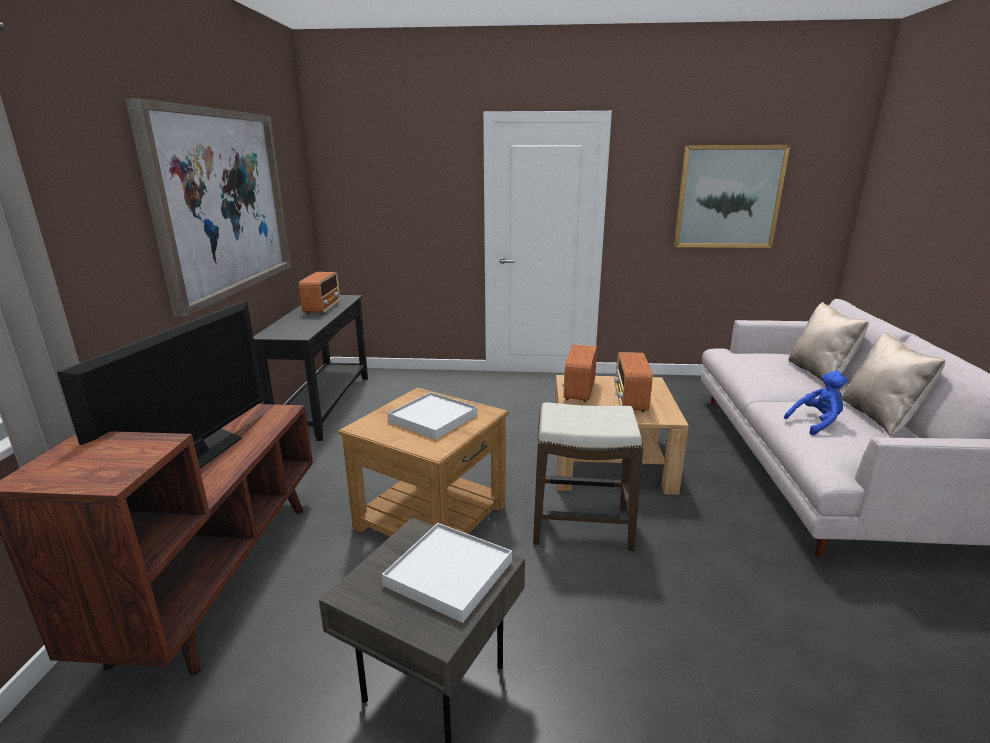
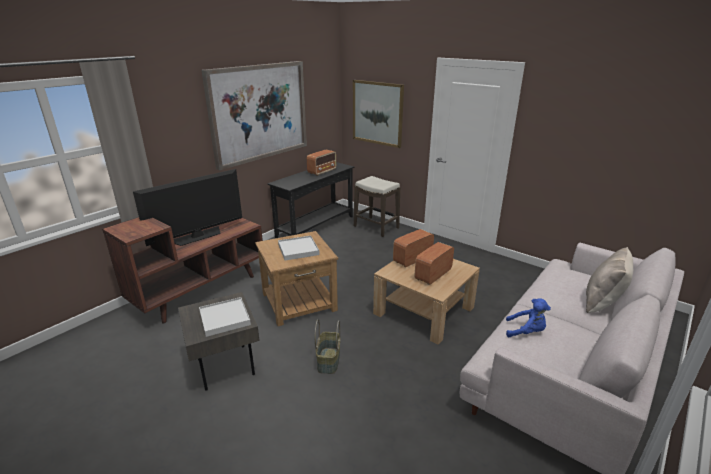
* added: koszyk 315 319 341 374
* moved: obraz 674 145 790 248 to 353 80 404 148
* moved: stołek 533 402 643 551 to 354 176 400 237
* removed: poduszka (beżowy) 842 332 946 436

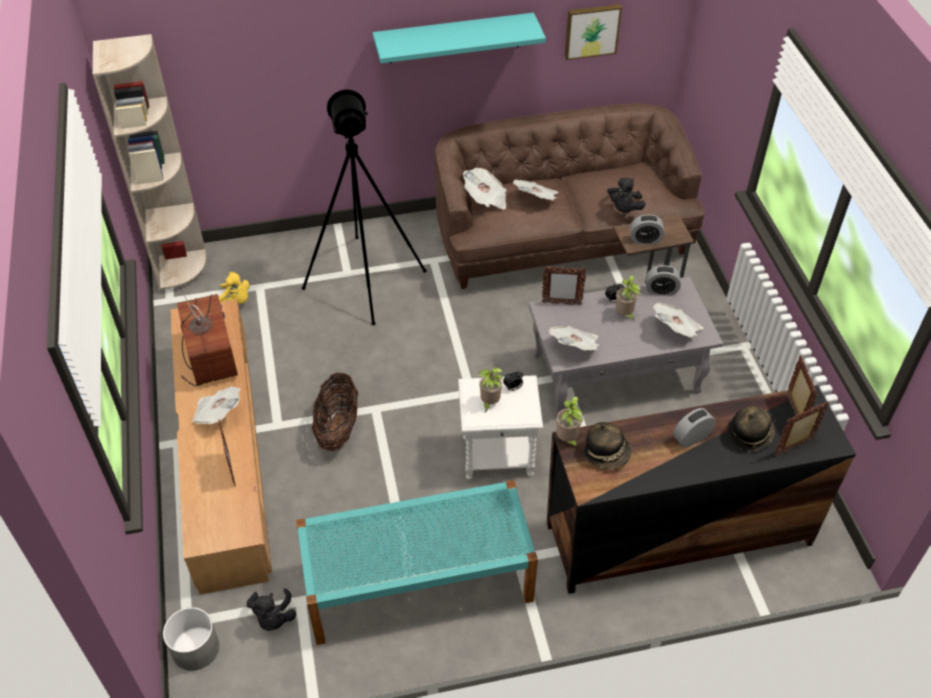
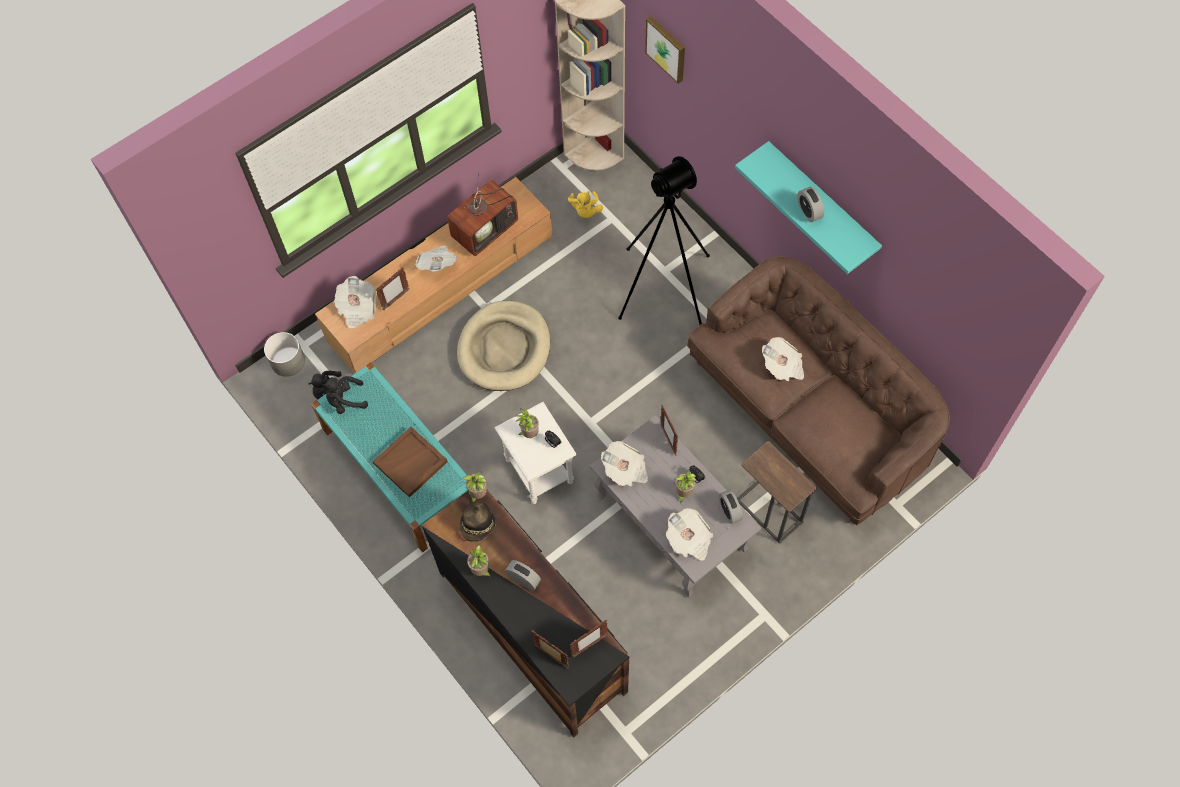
* moved: pluszak (czarny) 607 178 645 212 to 322 376 368 414
* moved: gazeta 463 168 507 209 to 334 276 376 329
* added: taca (brązowy) 373 427 448 498
* replaced: koszyk 312 372 358 451 to legowisko (beżowy) 457 301 550 391
* added: roślina doniczkowa 467 545 491 578
* moved: obraz 565 4 622 60 to 645 16 685 84
* moved: budzik 630 214 664 245 to 797 187 824 222
* removed: kapelusz 728 406 775 451

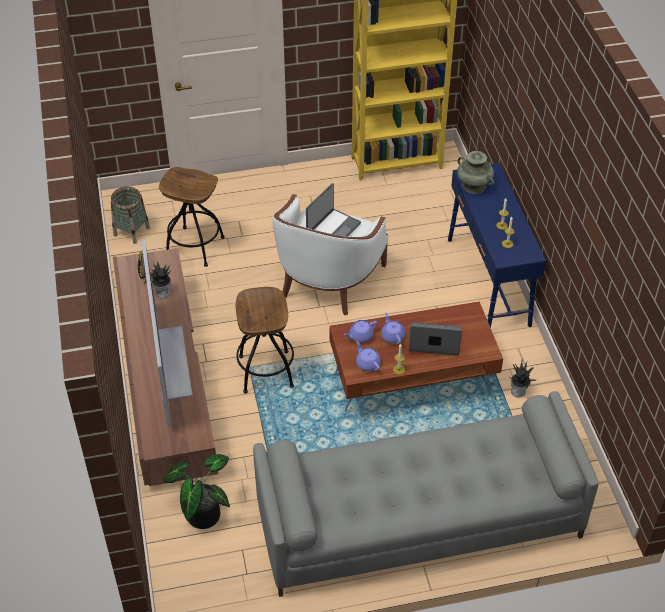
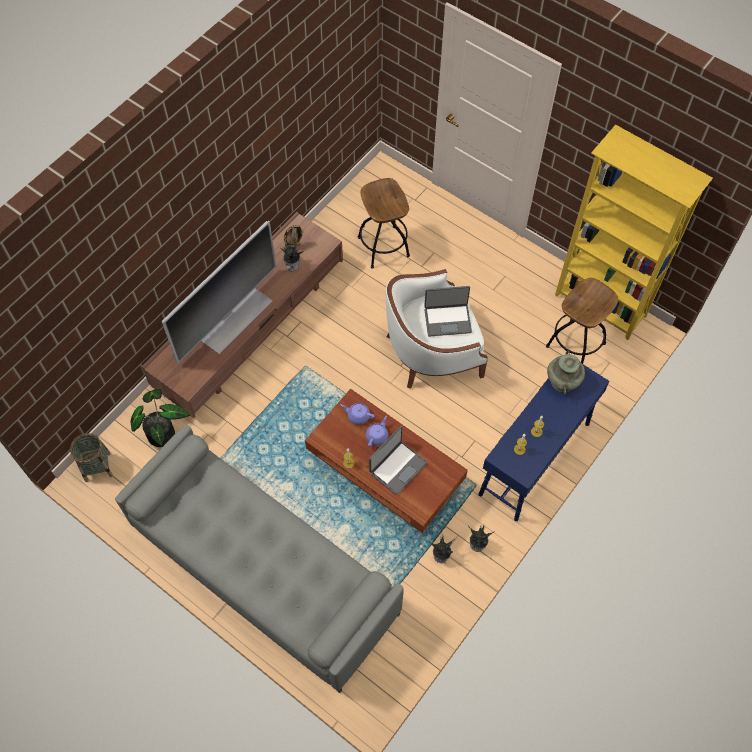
* moved: koszyk 111 187 150 244 to 70 433 113 482
* turned: laptop 409 322 462 356 = 369 426 427 495 75 degrees clockwise
* added: roślina doniczkowa 469 525 495 552
* moved: stołek (brązowy) 236 287 294 394 to 546 278 618 364
* removed: imbryk (fioletowy) 356 341 381 371

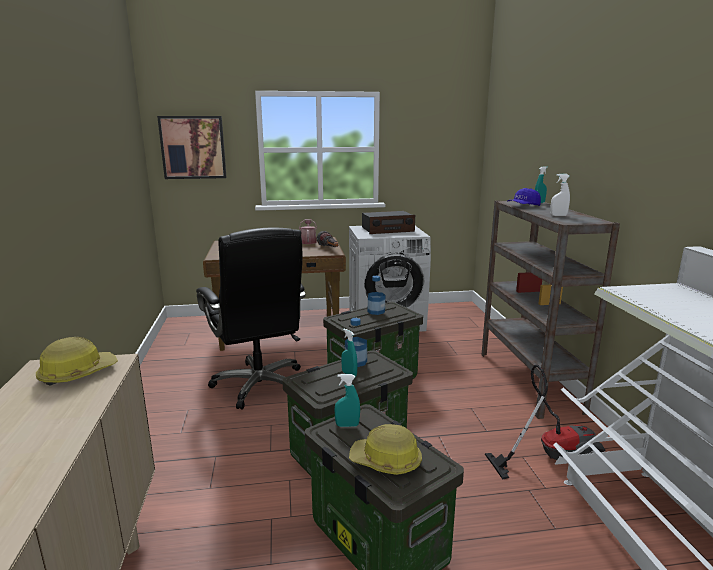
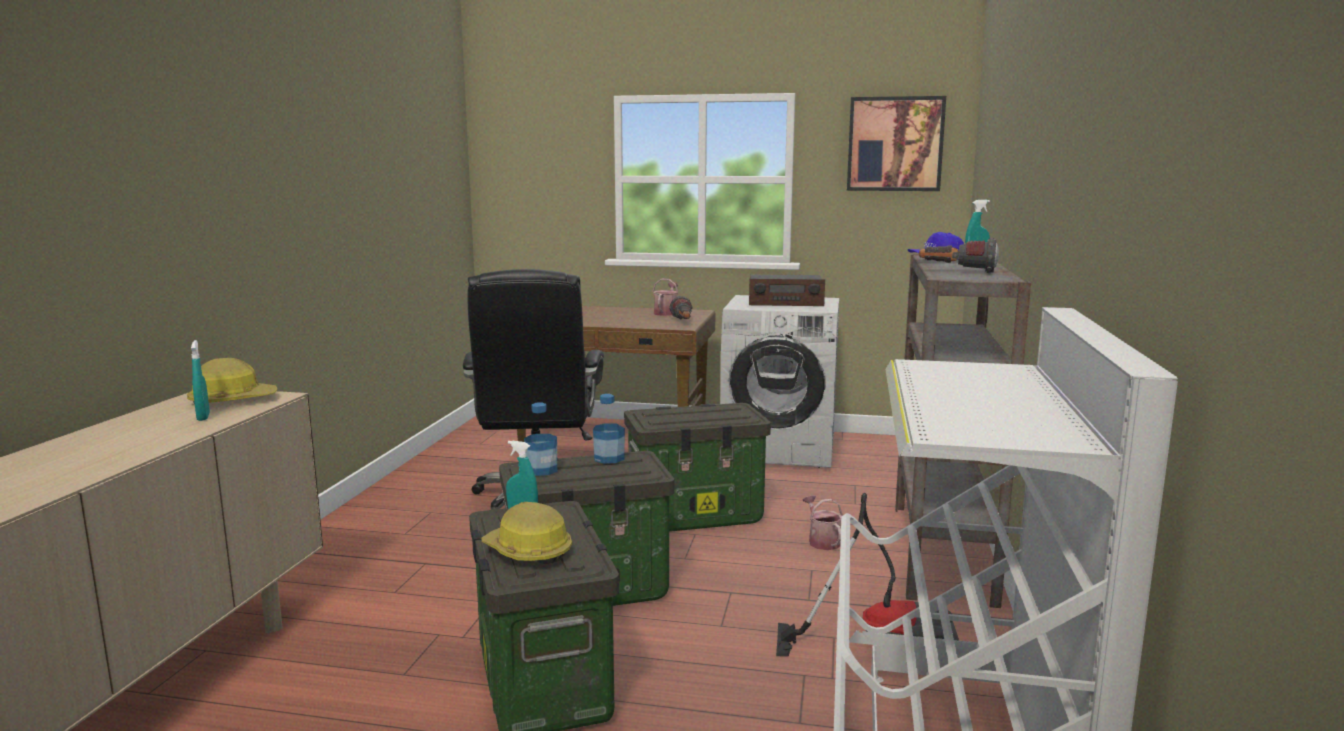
* moved: spryskiwacz (turkusowy) 341 328 358 377 to 191 340 210 421
* moved: butelka 367 276 386 315 to 524 403 557 476
* added: konewka 803 495 843 550
* moved: obraz 157 116 227 179 to 847 96 946 191
* replaced: spryskiwacz (biały) 550 174 570 216 to latarka 919 238 999 273

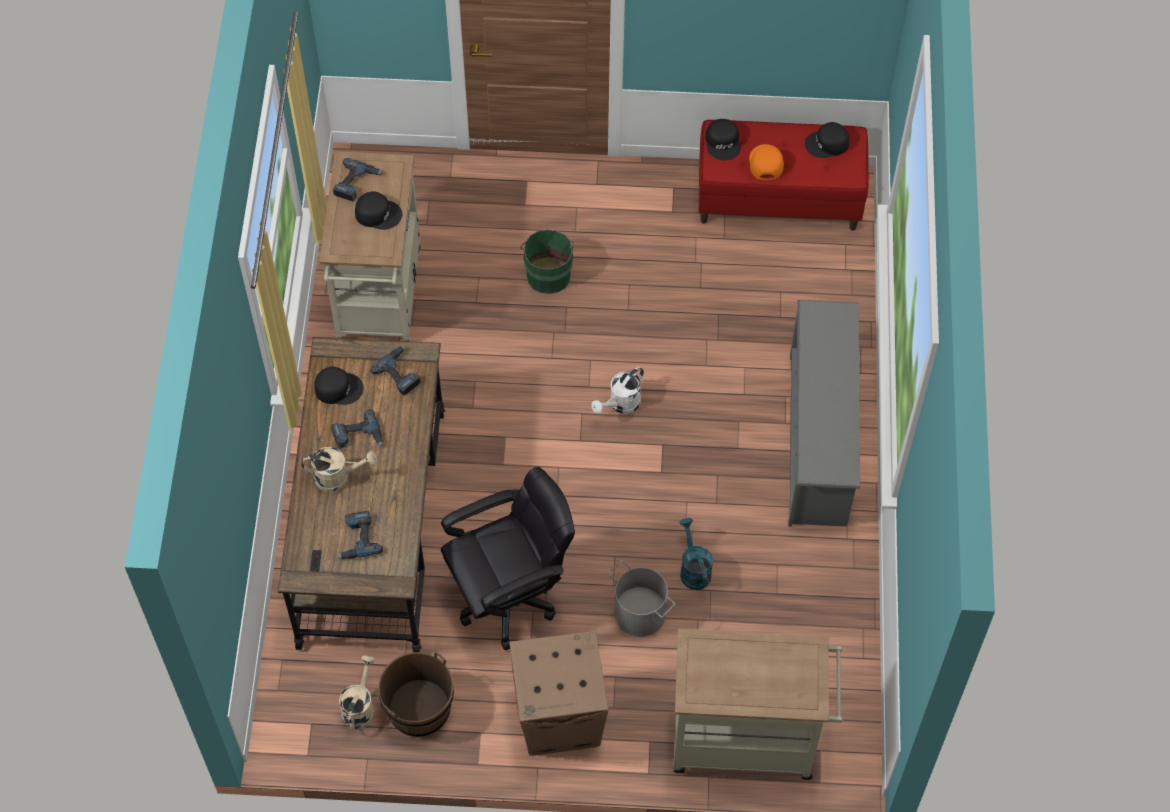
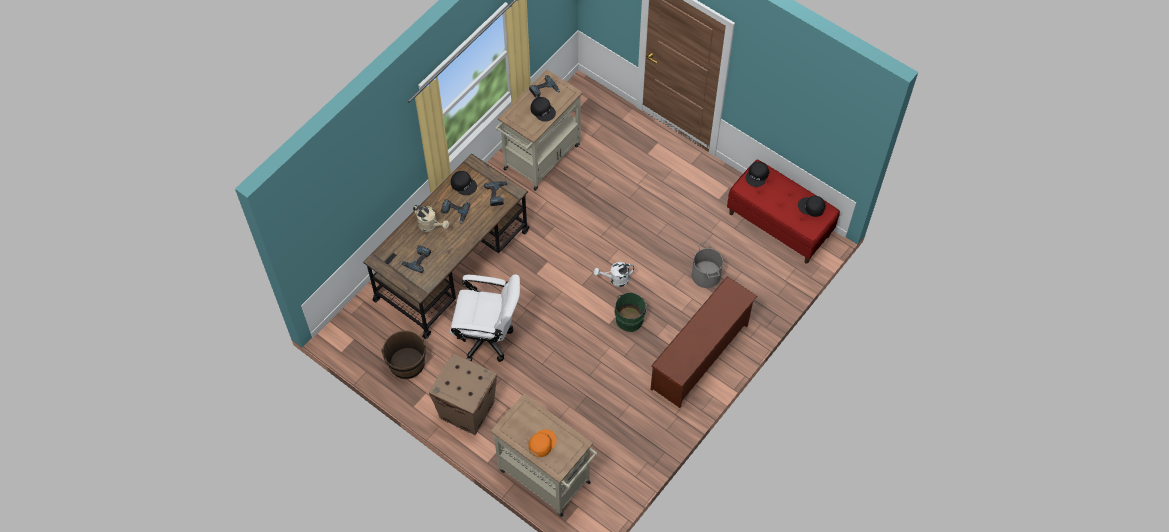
* recoloured: krzesło biurowe (czarny) 441 466 575 650 to krzesło biurowe (biały) 450 275 520 362
* moved: czapka z daszkiem (pomarańczowy) 749 144 784 180 to 528 429 557 457
* moved: wiadro (zielony) 521 230 575 294 to 615 293 649 332
* recoloured: regał na buty (szary) 788 300 860 527 to regał na buty (brązowy) 651 276 757 408
* moved: wiadro (szary) 608 560 675 637 to 692 241 723 288
* removed: konewka (beżowy) 339 655 375 730
* removed: konewka (turkusowy) 679 518 713 590

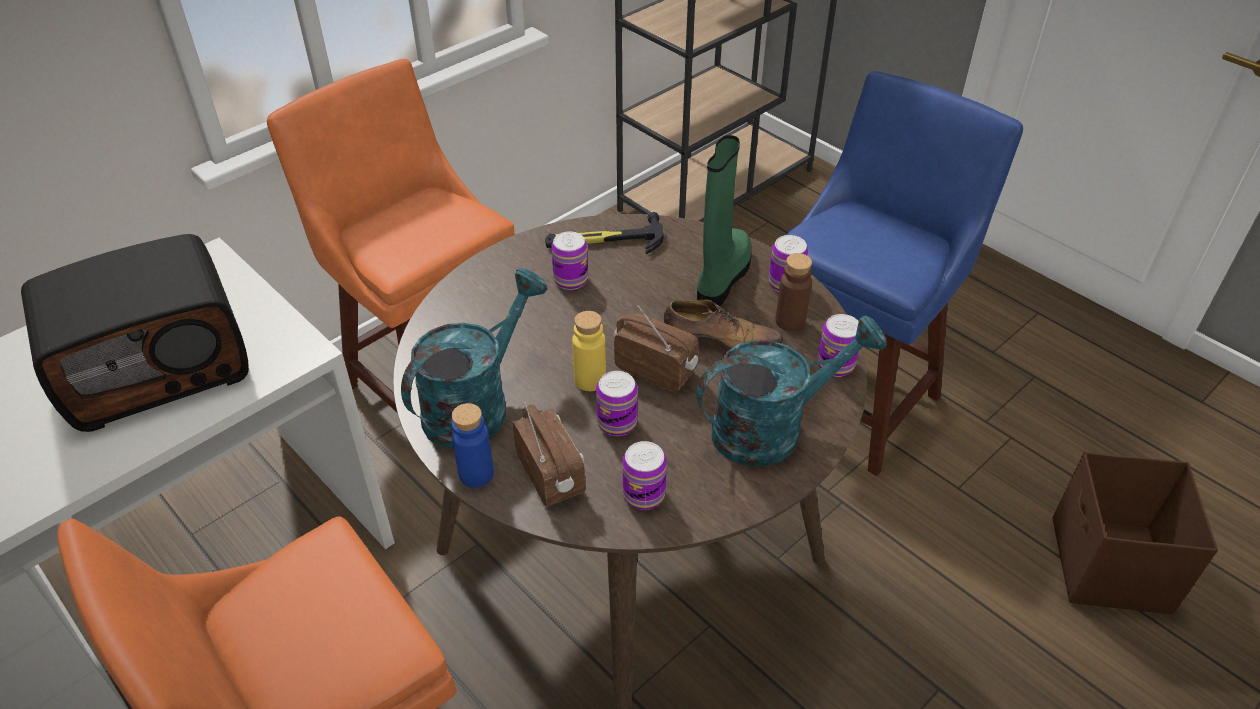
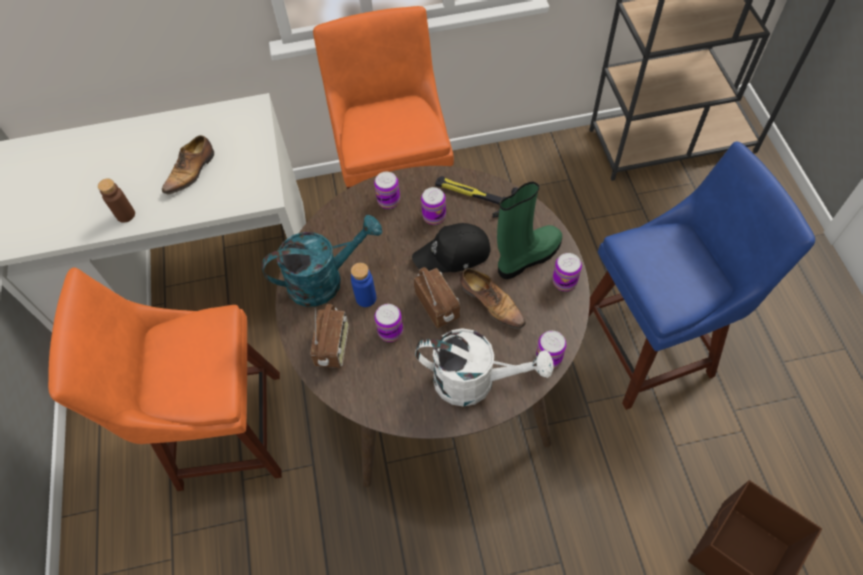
* moved: butelka (brązowy) 775 253 812 331 to 98 178 135 223
* replaced: radio 21 234 249 432 to but 162 135 214 194
* moved: butelka (niebieski) 451 403 494 488 to 351 263 376 307
* moved: puszka 622 441 667 510 to 374 172 400 209
* added: czapka z daszkiem (czarny) 412 223 491 273
* recoloured: konewka (turkusowy) 696 315 887 466 to konewka (biały) 415 328 554 407
* removed: butelka (żółty) 572 311 606 391

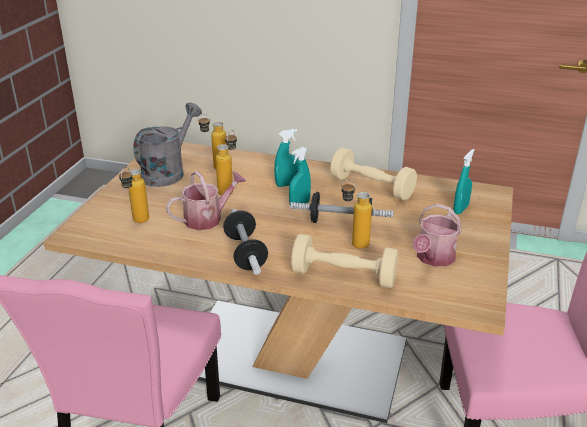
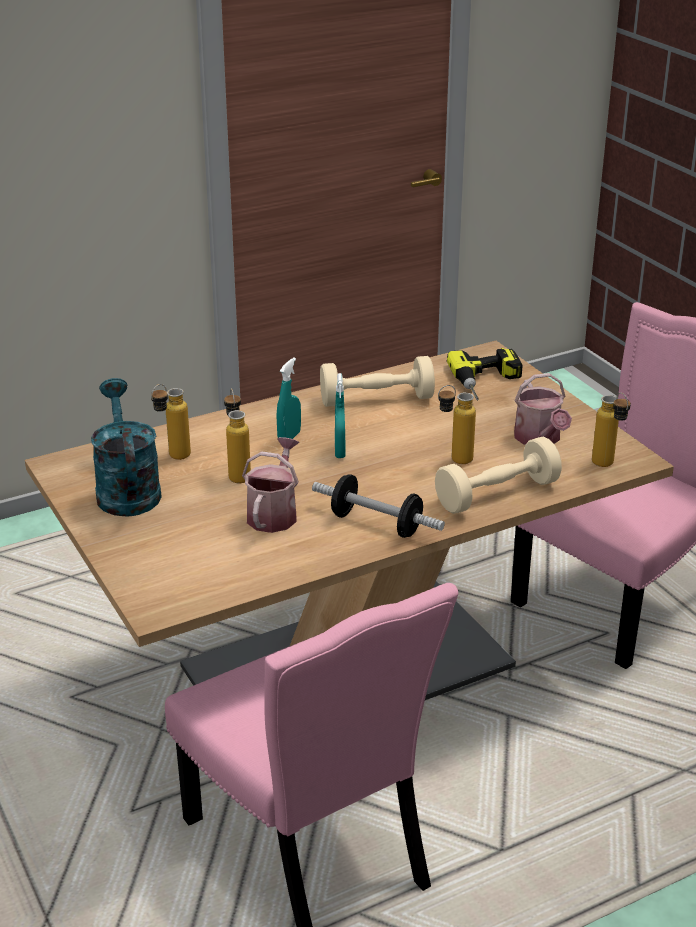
* recoloured: konewka (szary) 133 103 202 187 to konewka (turkusowy) 91 378 162 517
* replaced: spryskiwacz (turkusowy) 453 149 475 214 to wiertarka 447 348 523 401
* moved: butelka 119 167 149 223 to 592 392 631 467
* removed: hantel 290 192 394 223

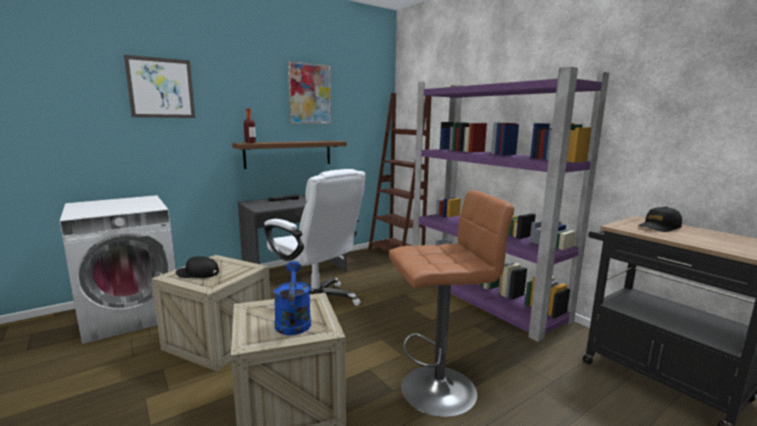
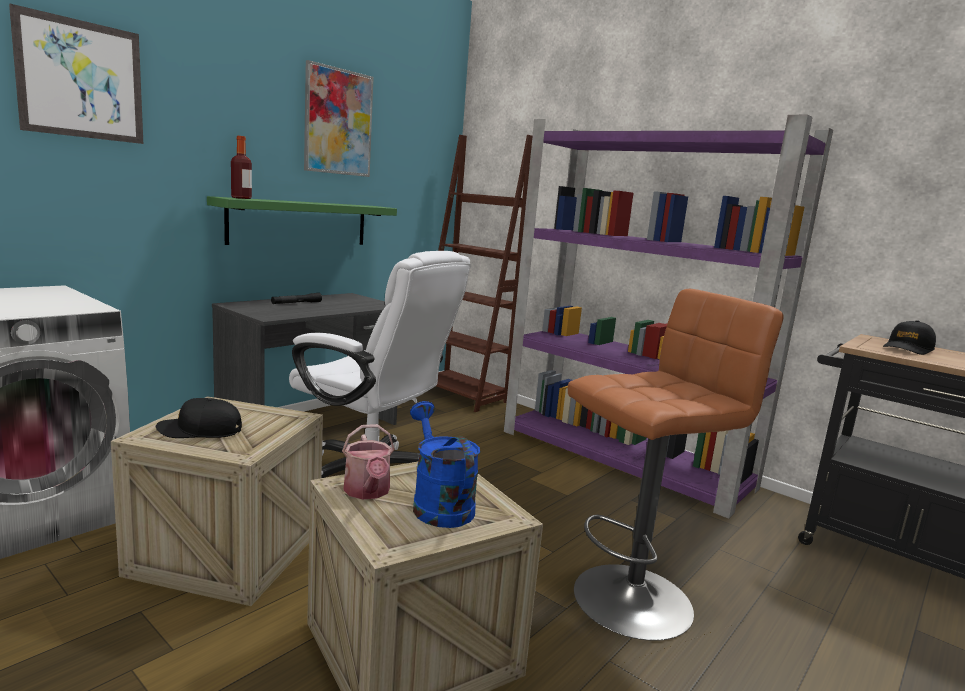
* recoloured: półka (brązowy) 232 141 347 169 to półka (zielony) 207 196 397 245
* added: konewka 342 424 395 499

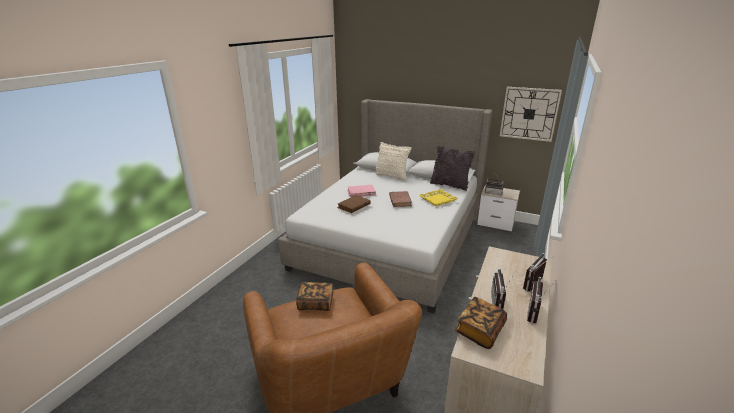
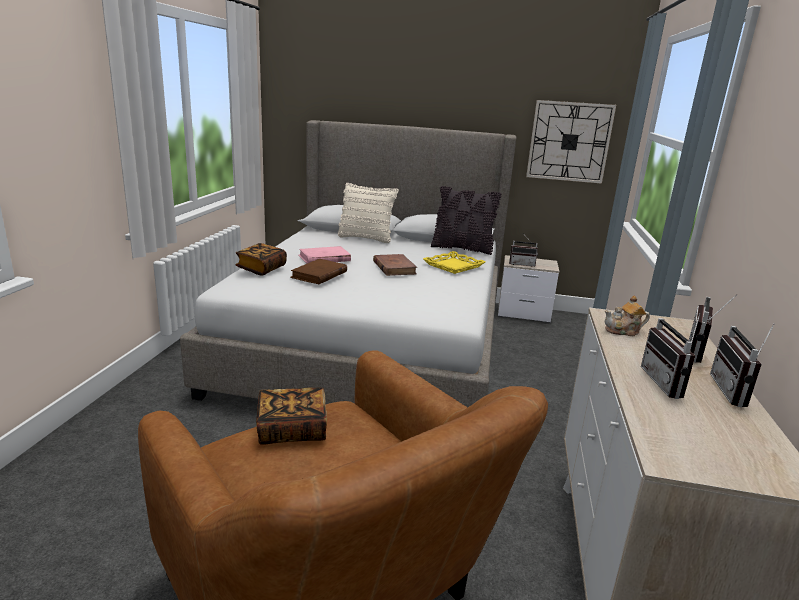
* moved: książka 455 297 507 349 to 236 243 287 276
* added: imbryk 605 295 650 336

